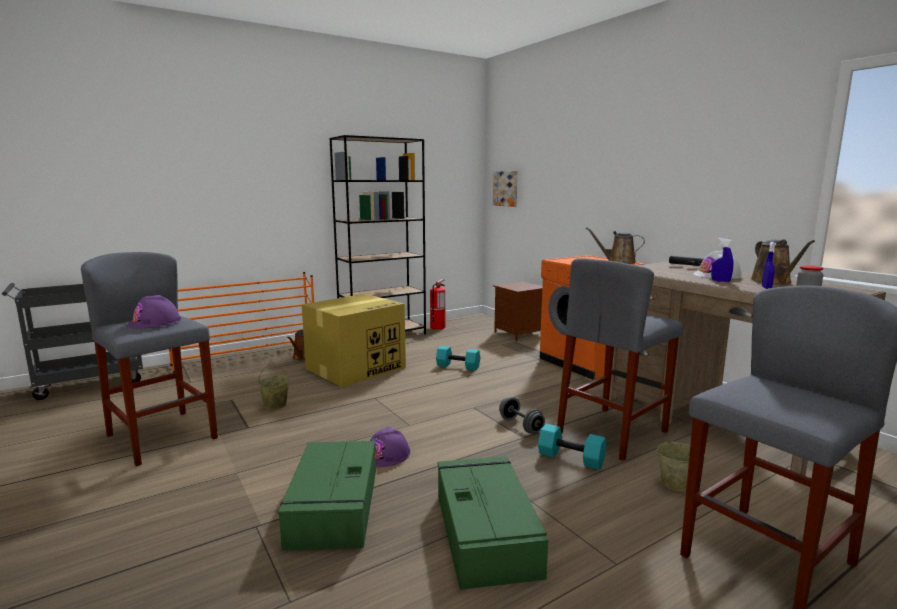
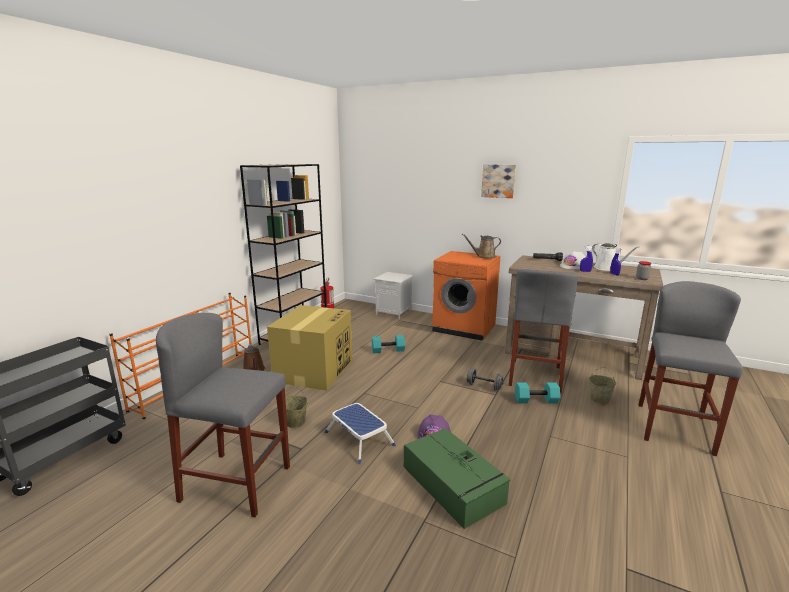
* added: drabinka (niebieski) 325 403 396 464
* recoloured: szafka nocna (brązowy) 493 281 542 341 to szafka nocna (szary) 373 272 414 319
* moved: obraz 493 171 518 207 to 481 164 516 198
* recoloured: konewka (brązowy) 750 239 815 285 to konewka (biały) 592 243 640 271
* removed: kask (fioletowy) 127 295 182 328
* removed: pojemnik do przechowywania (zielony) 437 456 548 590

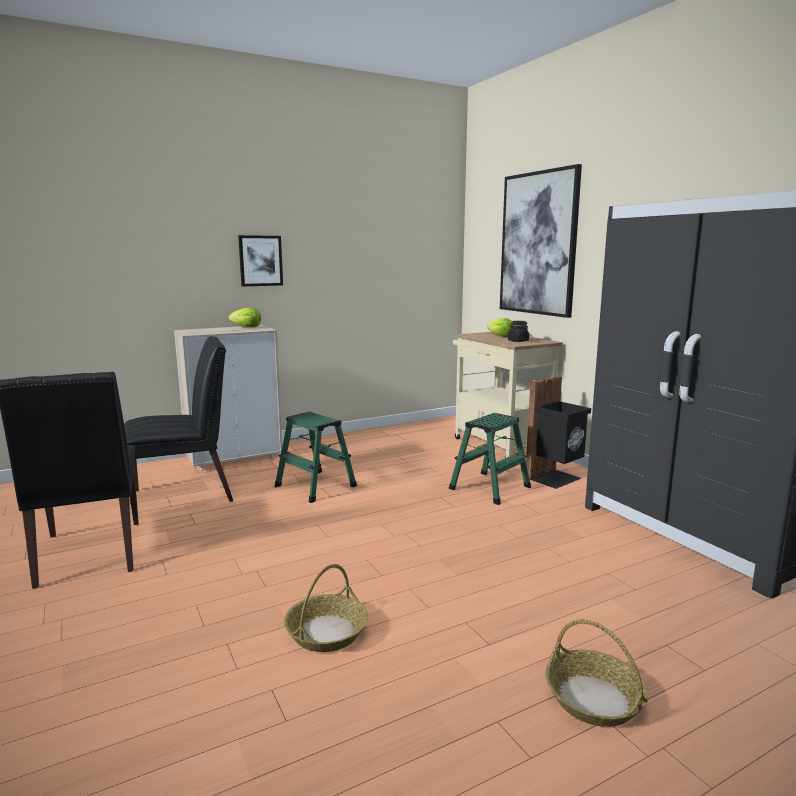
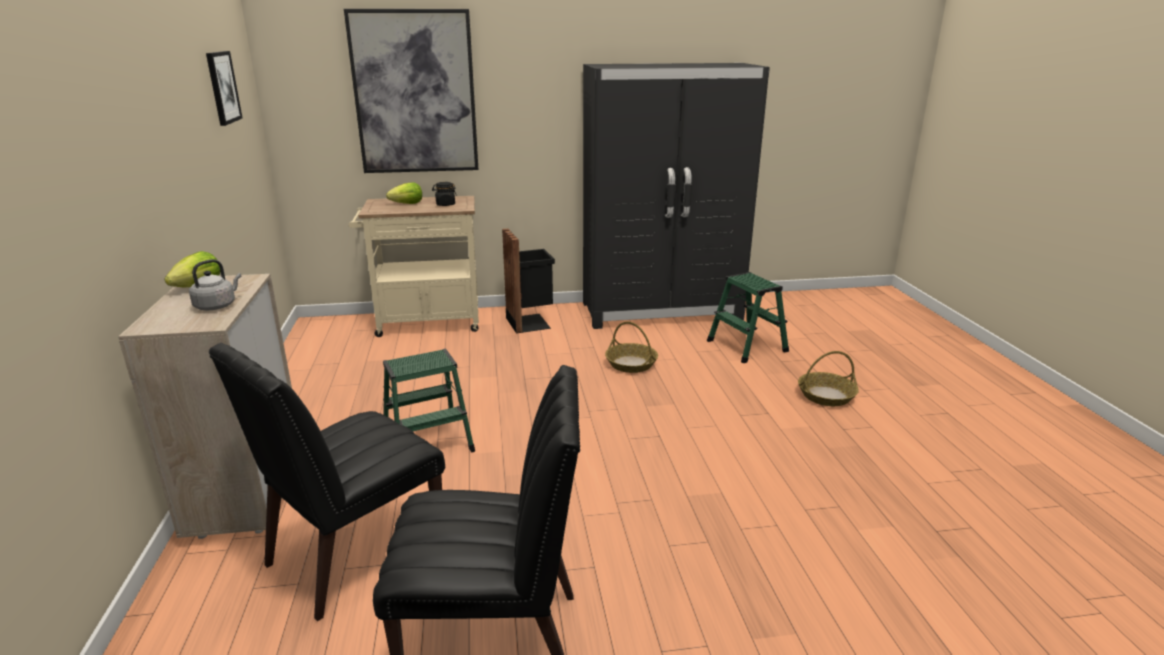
* added: czajnik (szary) 189 259 241 310
* moved: obraz 238 235 283 286 to 206 51 242 126
* turned: krzesło (czarny) 124 336 233 502 = 209 343 445 621 135 degrees counterclockwise
* moved: koszyk 284 564 368 652 to 605 321 658 373
* moved: drabinka (zielony) 449 413 531 505 to 707 272 789 363

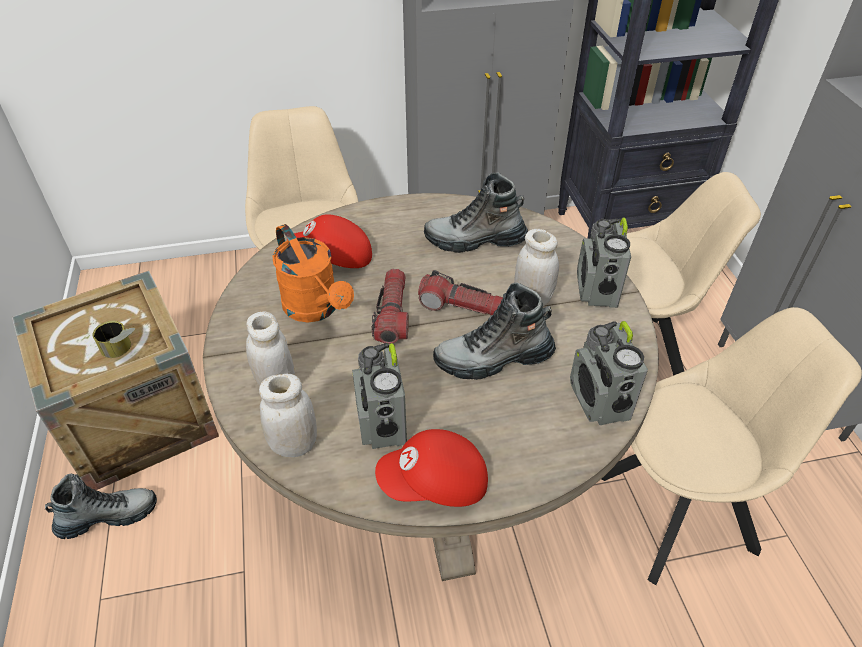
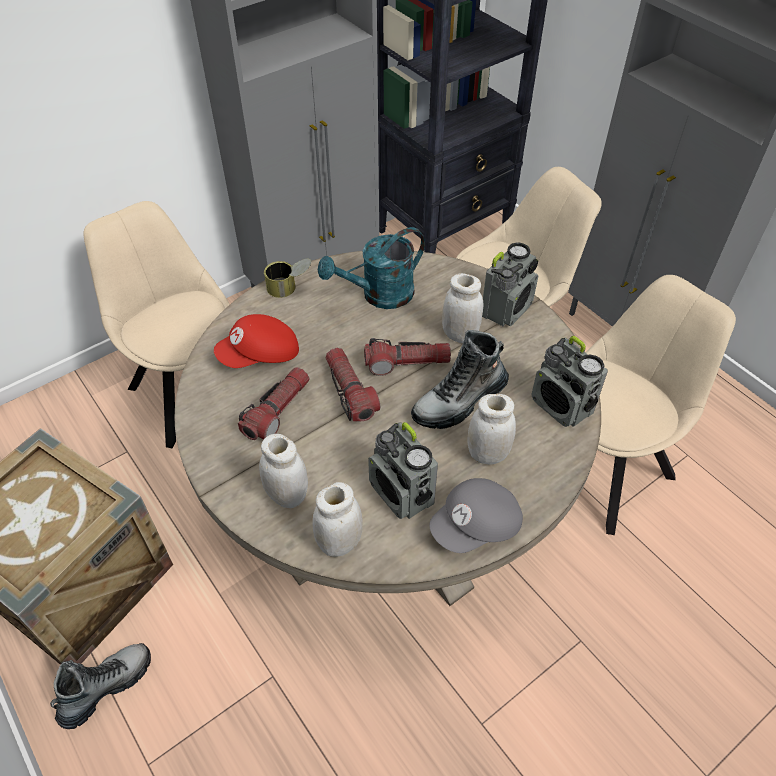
* replaced: konewka (pomarańczowy) 272 224 354 322 to latarka 238 367 309 440
* moved: puszka 93 321 135 358 to 264 259 312 298
* replaced: but z cholewką 424 172 528 253 to konewka (turkusowy) 318 227 425 309
* recoloured: czapka z daszkiem (czerwony) 375 429 488 507 to czapka z daszkiem (szary) 429 478 523 553
* added: słoik (biały) 467 394 516 465
* turned: radio 577 218 631 308 = 482 242 538 326 120 degrees counterclockwise

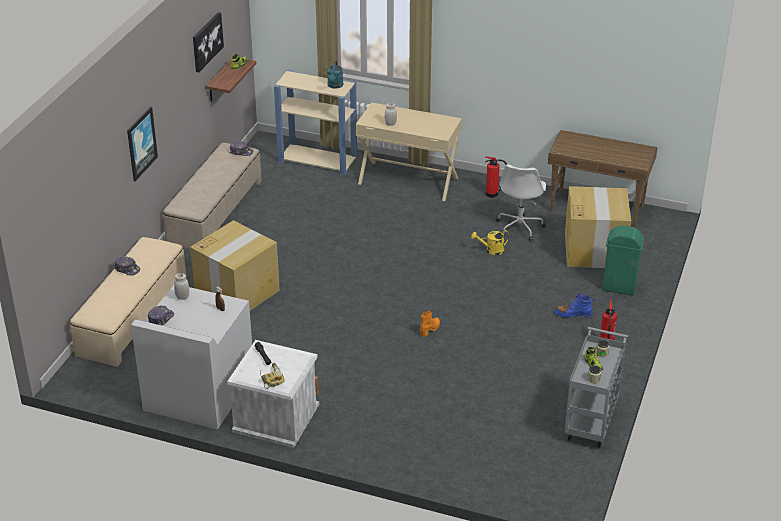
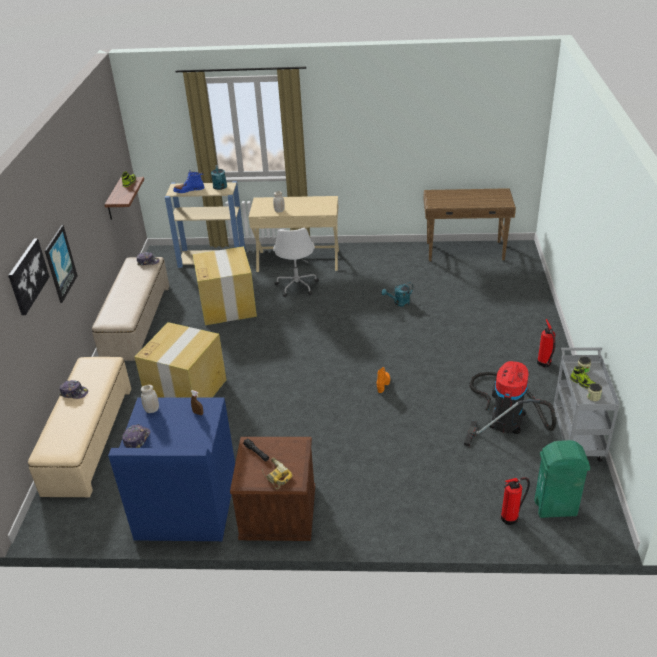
* moved: obraz 193 12 224 72 to 8 238 50 315
* recoloured: pralka (biały) 131 285 252 430 to pralka (niebieski) 108 397 235 541
* moved: but z cholewką (niebieski) 554 293 595 317 to 173 171 204 193
* moved: karton 565 186 631 268 to 193 246 257 325
* recoloured: szafka nocna (biały) 227 340 319 448 to szafka nocna (brązowy) 230 437 315 541
* moved: krzesło biurowe (biały) 495 164 546 241 to 273 228 319 297
* recoloured: konewka (żółty) 471 230 509 255 to konewka (turkusowy) 382 282 413 306
* added: odkurzacz 464 361 556 447
* moved: gaśnica 485 157 507 198 to 501 477 530 525
* moved: kosz na śmieci (zielony) 603 225 644 295 to 534 440 590 518

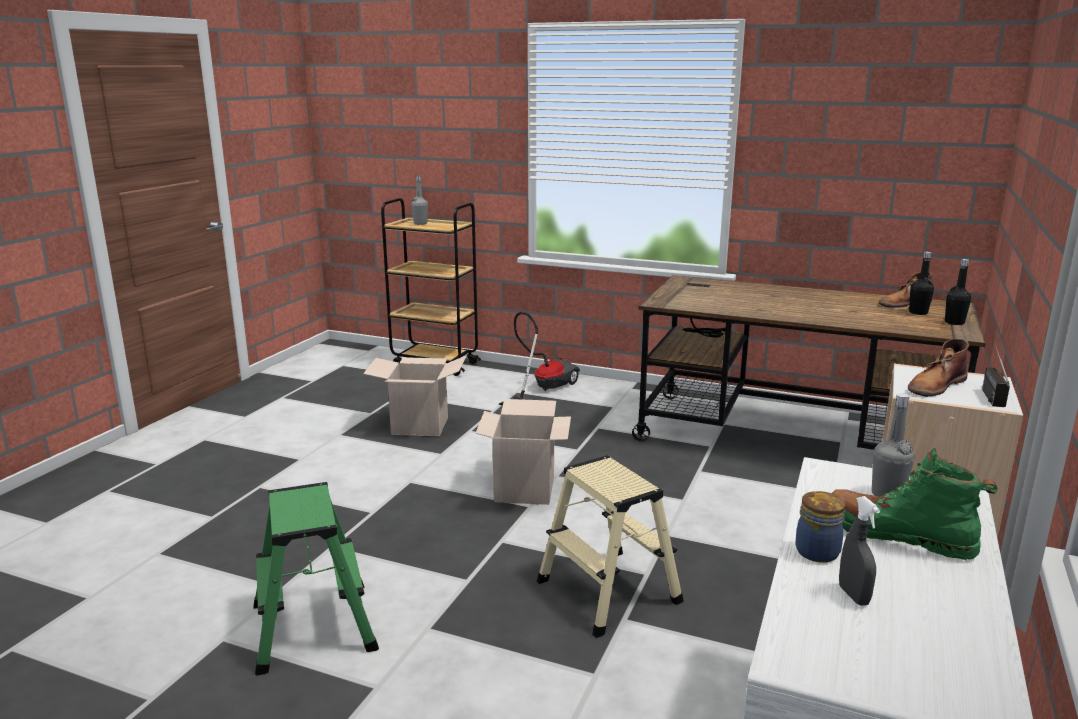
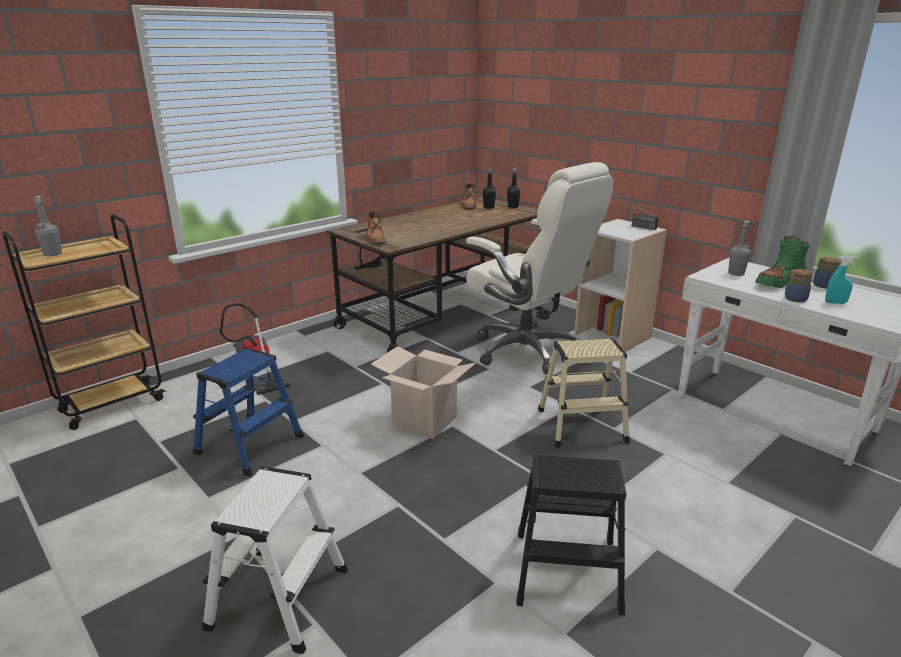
* replaced: karton 363 355 467 436 to drabinka (niebieski) 193 347 304 477
* added: drabinka (biały) 202 466 348 654
* moved: but z cholewką (brązowy) 908 339 969 397 to 366 212 386 245
* added: krzesło biurowe (biały) 466 162 613 374
* recoloured: drabinka (zielony) 253 482 379 676 to drabinka (czarny) 516 454 627 615
* added: słoik 813 257 841 289
* recoloured: spryskiwacz (szary) 839 496 880 606 to spryskiwacz (turkusowy) 825 256 858 304

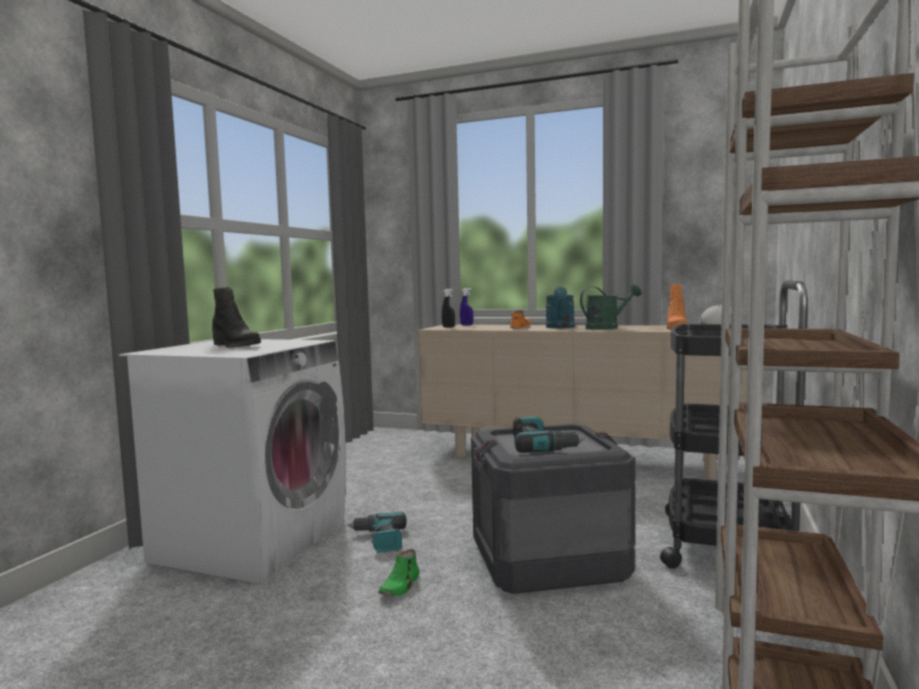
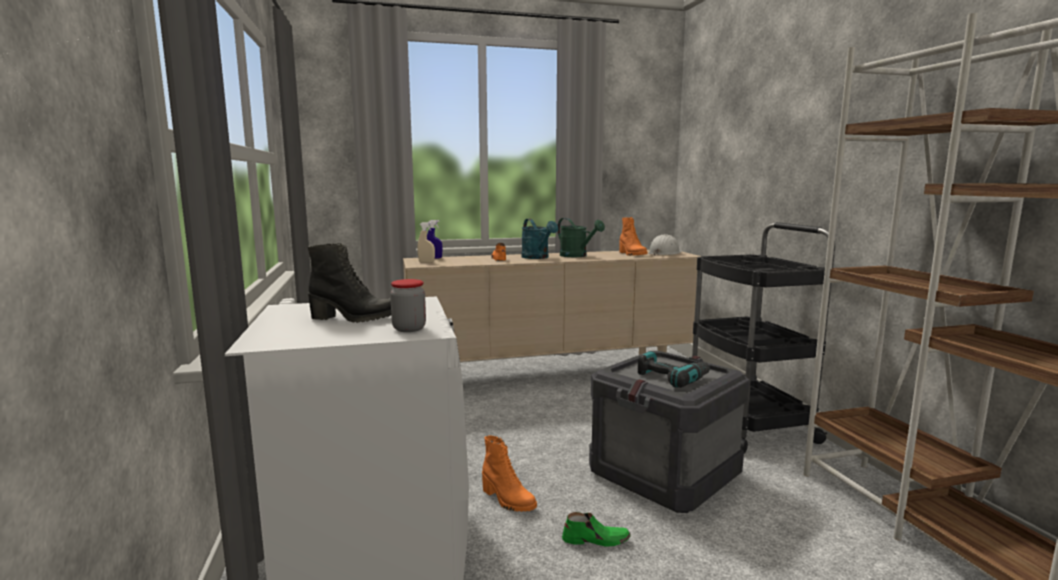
* added: słoik 390 279 426 332
* recoloured: spryskiwacz (czarny) 442 289 455 328 to spryskiwacz (beżowy) 418 222 435 263
* replaced: wiertarka 347 512 407 553 to but z cholewką (pomarańczowy) 482 436 537 512
* turned: konewka (zielony) 580 284 642 330 = 557 218 605 257 105 degrees clockwise
* turned: but (zielony) 378 549 420 596 = 562 512 631 547 75 degrees counterclockwise

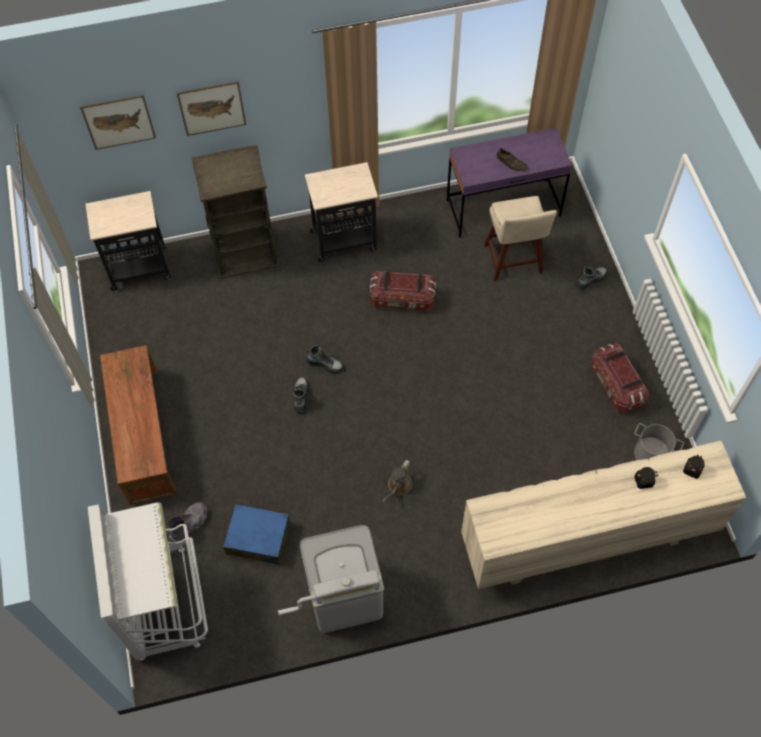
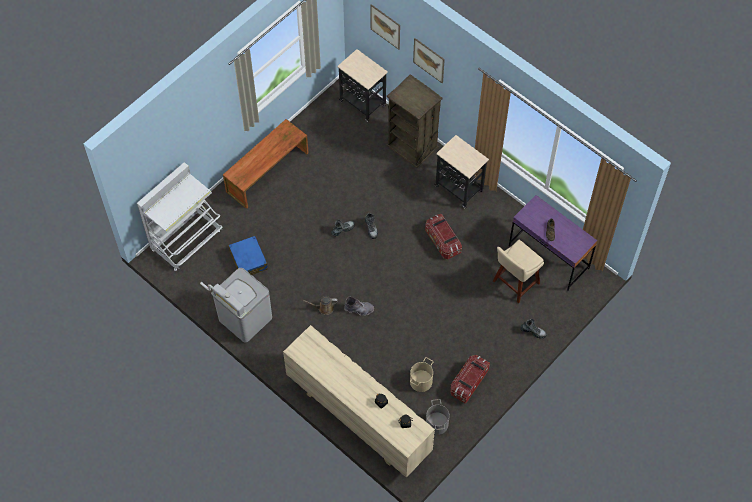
* moved: but z cholewką (szary) 167 502 207 542 to 344 297 374 316
* added: wiadro (beżowy) 410 357 433 392

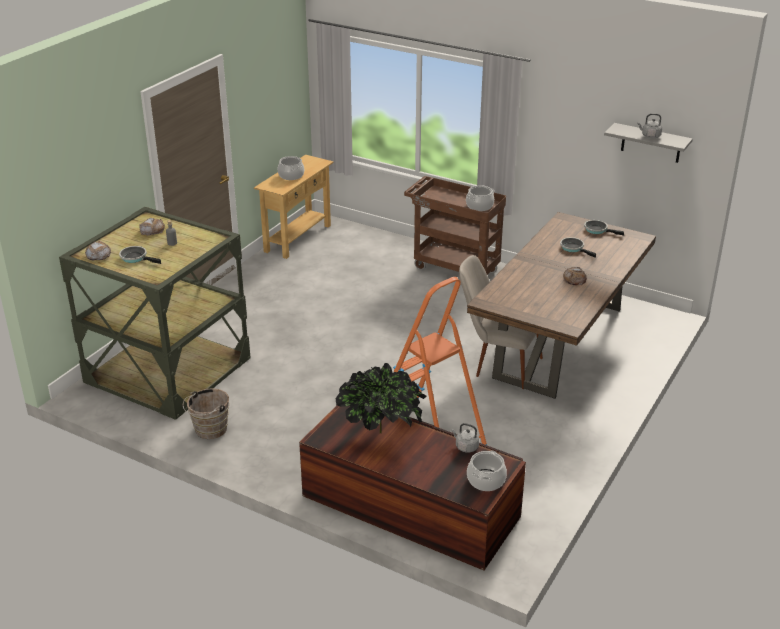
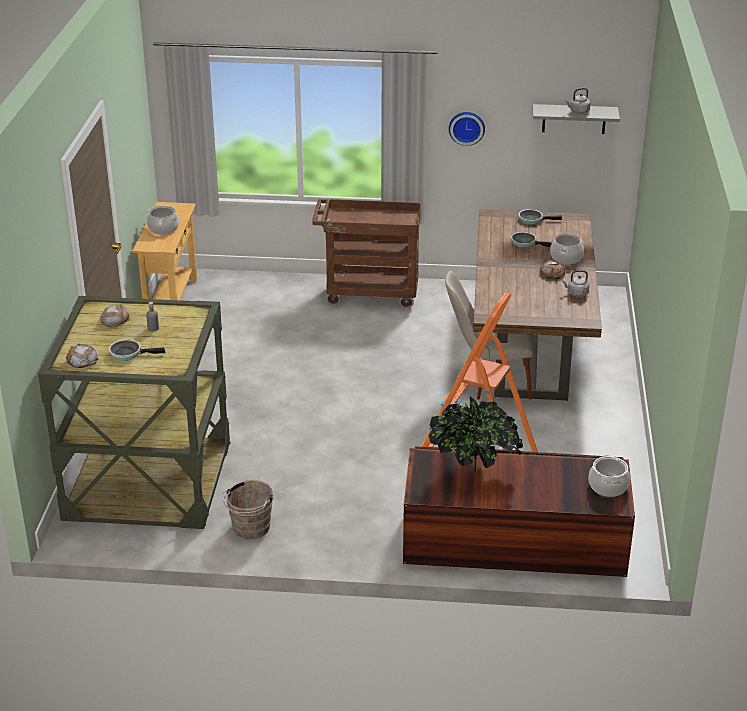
* added: zegar ścienny 449 112 485 146
* moved: garnek 466 185 494 211 to 550 233 584 264
* moved: czajnik (szary) 451 423 479 453 to 562 270 590 297

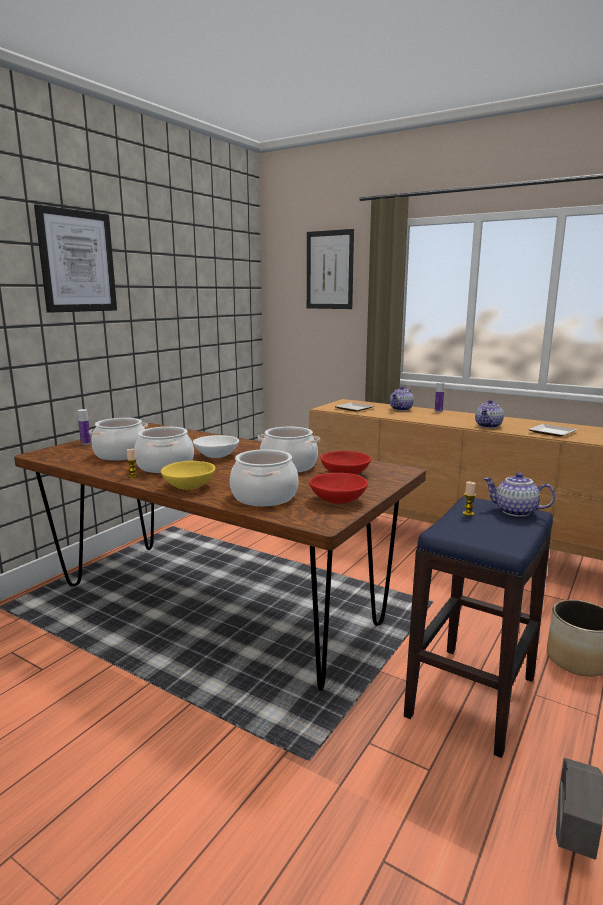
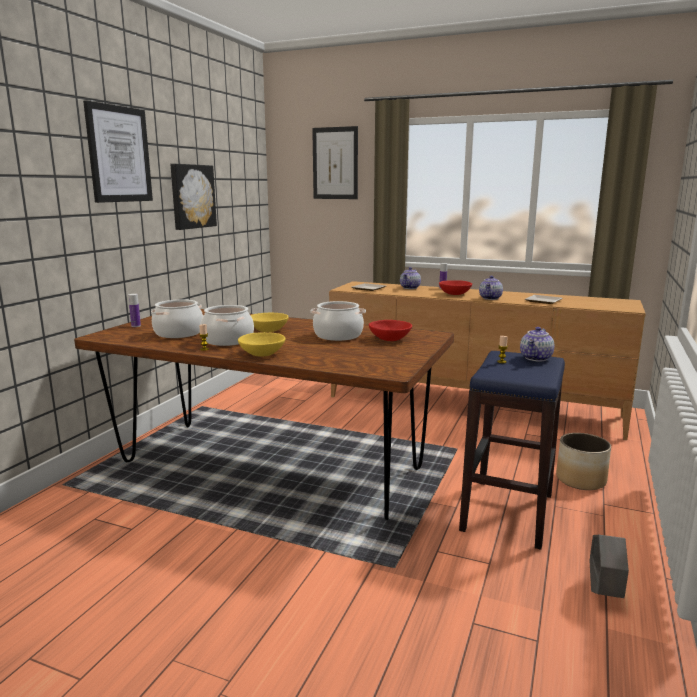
* added: obraz 170 164 217 230
* recoloured: miska (biały) 193 435 239 458 to miska (żółty) 251 313 289 332
* moved: miska (czerwony) 309 473 368 504 to 439 280 472 295
* turned: imbryk 483 473 555 517 = 520 327 555 361 75 degrees counterclockwise
* removed: garnek 230 449 299 506

